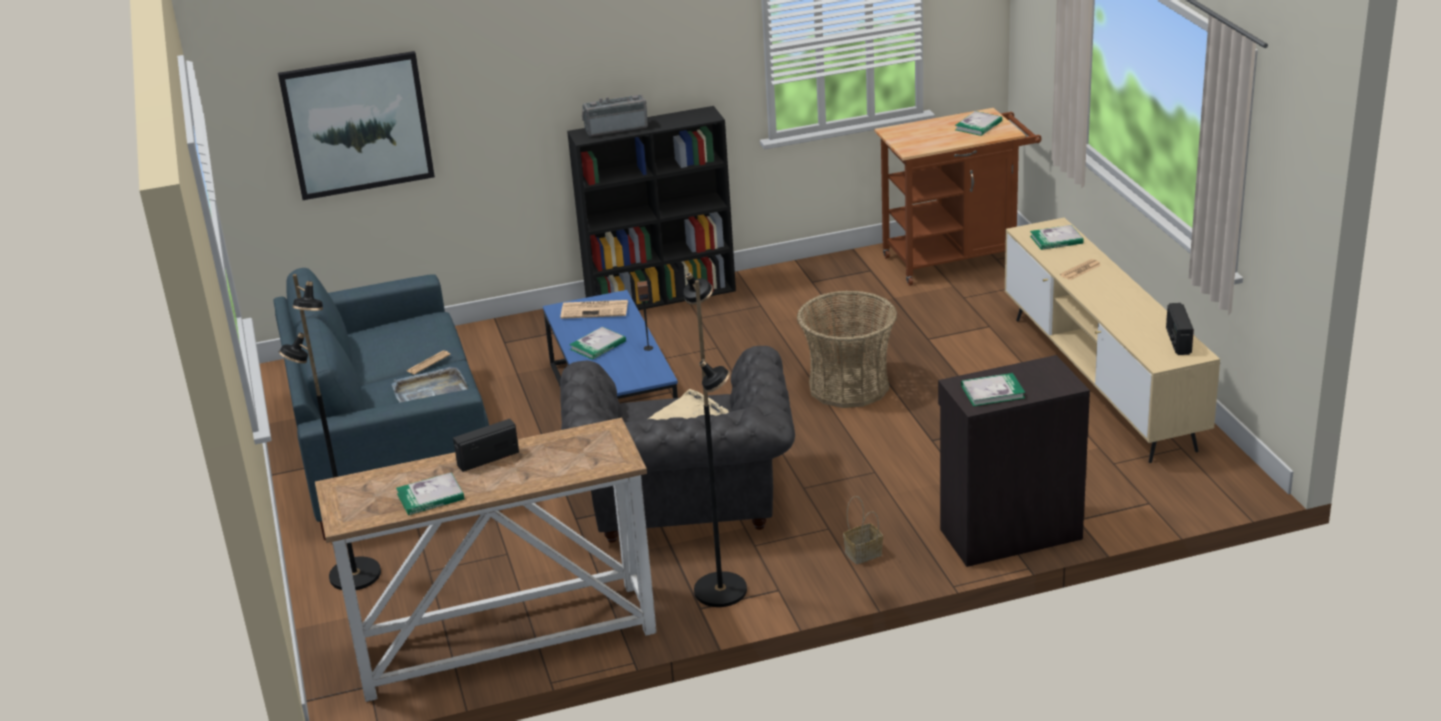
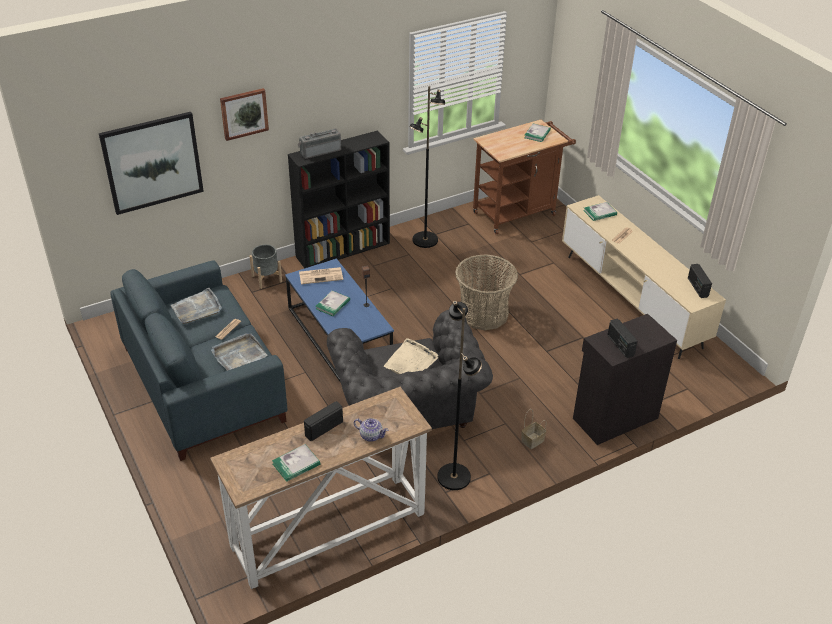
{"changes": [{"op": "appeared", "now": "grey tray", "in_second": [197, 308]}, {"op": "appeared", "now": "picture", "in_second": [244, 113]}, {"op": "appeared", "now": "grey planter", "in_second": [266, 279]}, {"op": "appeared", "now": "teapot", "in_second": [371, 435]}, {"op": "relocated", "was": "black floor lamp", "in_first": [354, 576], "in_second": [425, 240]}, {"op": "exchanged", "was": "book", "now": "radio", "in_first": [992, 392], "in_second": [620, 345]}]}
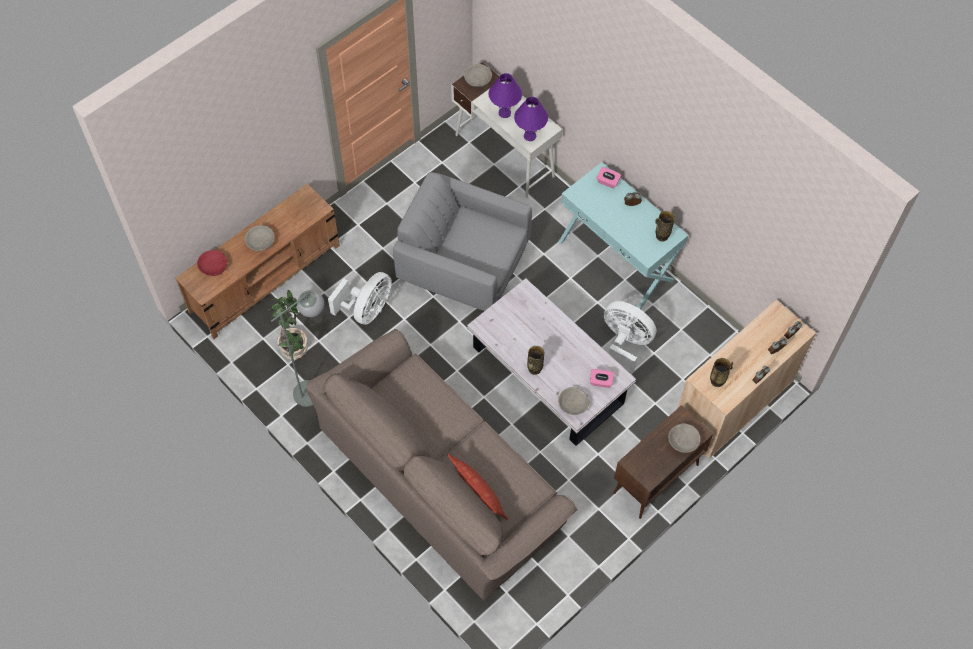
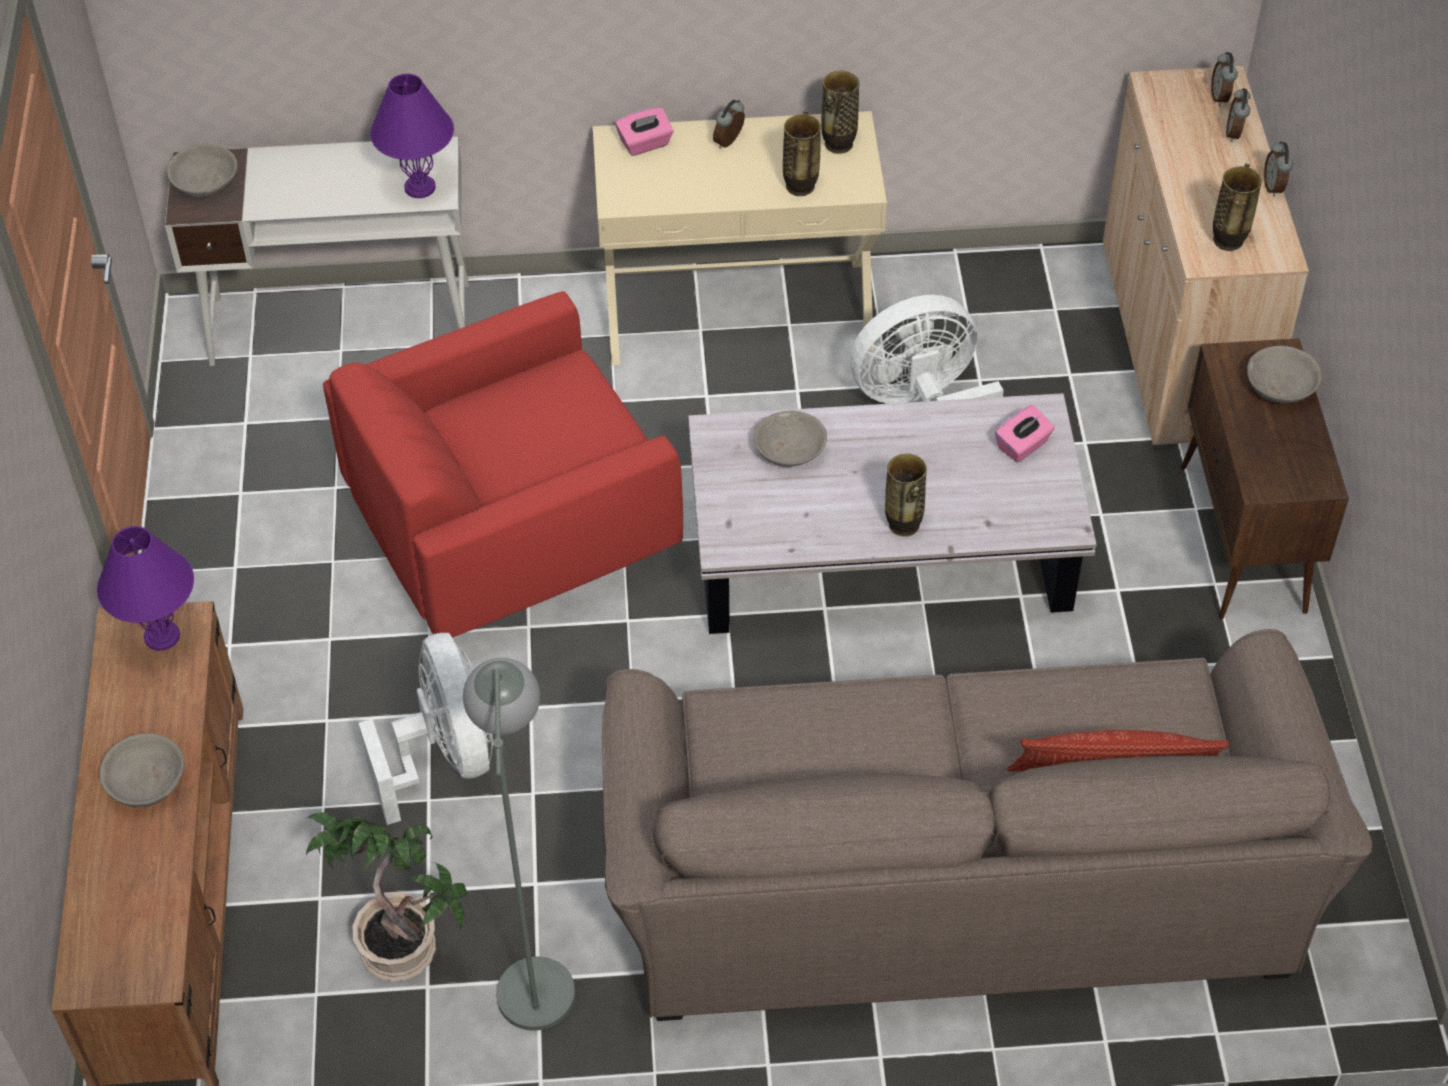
{"changes": [{"op": "relocated", "was": "purple table lamp", "in_first": [504, 112], "in_second": [161, 636]}, {"op": "colour", "was": "grey armchair", "now": "red armchair", "in_first": [463, 266], "in_second": [512, 536]}, {"op": "colour", "was": "turquoise console table", "now": "beige console table", "in_first": [616, 260], "in_second": [738, 310]}, {"op": "relocated", "was": "grey bowl", "in_first": [573, 404], "in_second": [789, 451]}, {"op": "appeared", "now": "vase", "in_second": [800, 187]}, {"op": "missing", "was": "red bowl", "in_first": [213, 267]}]}
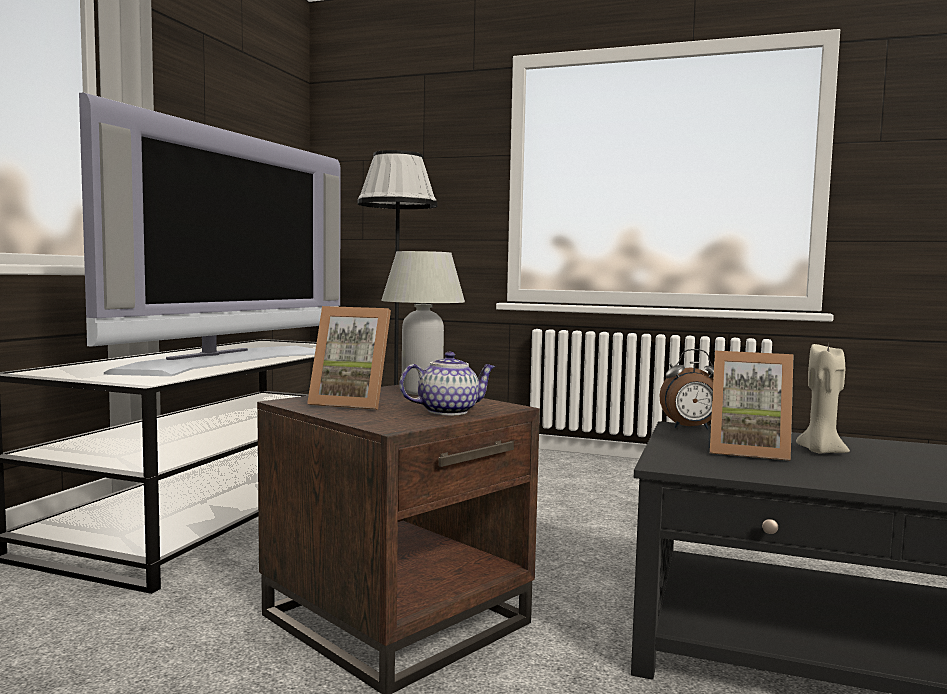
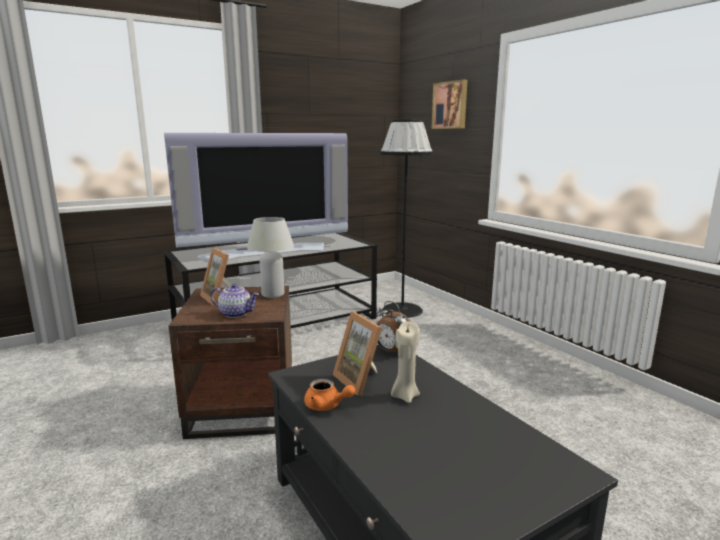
{"changes": [{"op": "appeared", "now": "orange teapot", "in_second": [327, 406]}, {"op": "appeared", "now": "picture", "in_second": [450, 105]}]}
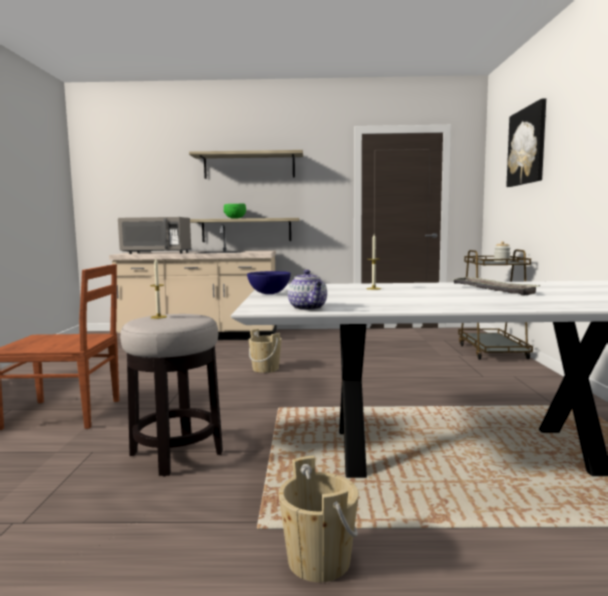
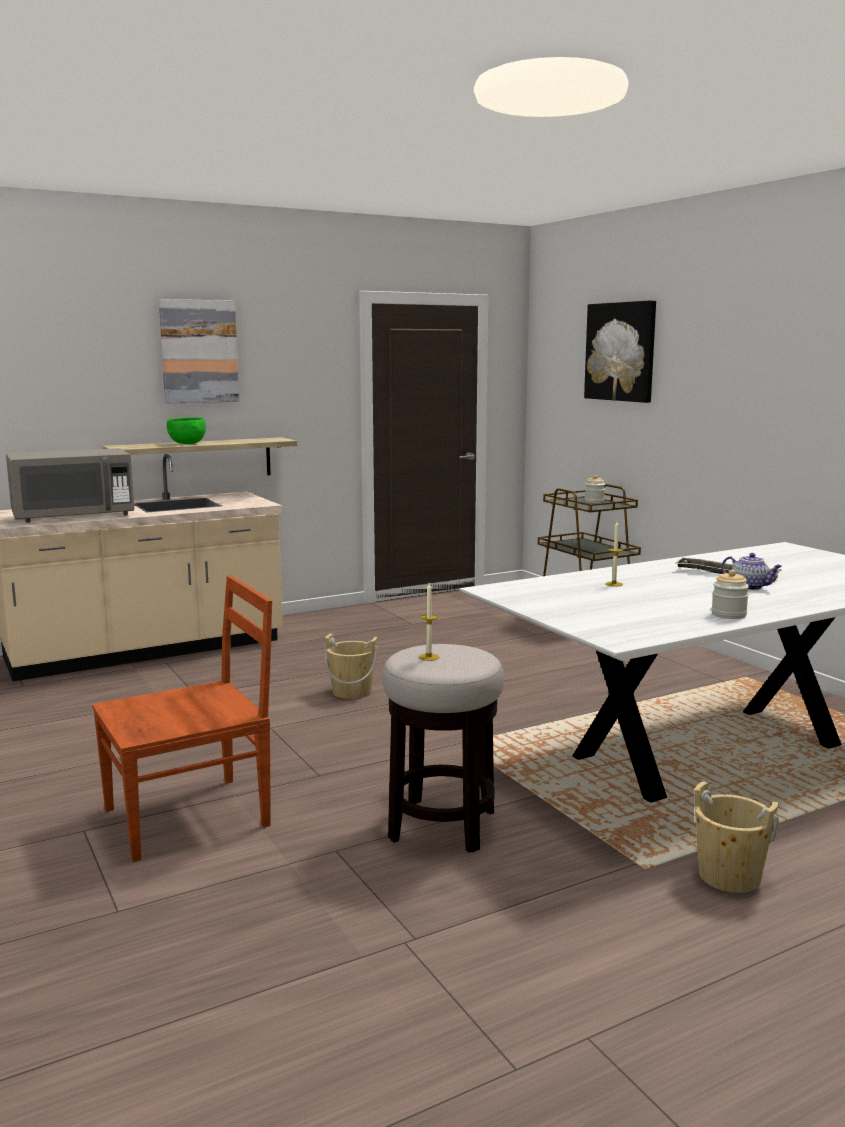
{"changes": [{"op": "exchanged", "was": "shelf", "now": "picture", "in_first": [249, 166], "in_second": [199, 351]}, {"op": "appeared", "now": "jar", "in_second": [728, 615]}, {"op": "relocated", "was": "teapot", "in_first": [308, 308], "in_second": [750, 587]}, {"op": "missing", "was": "blue bowl", "in_first": [269, 294]}]}
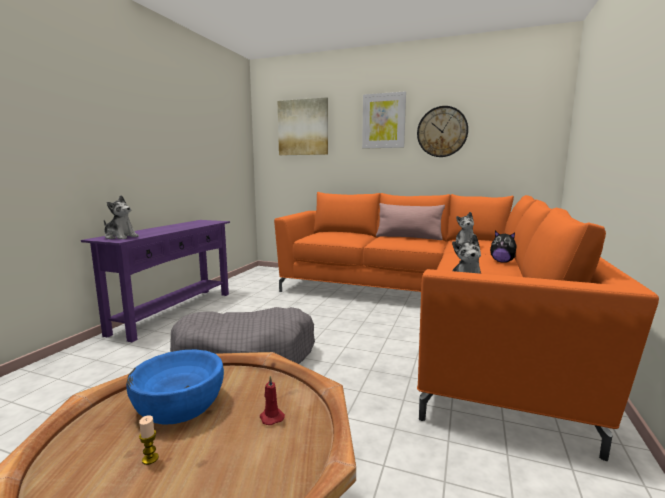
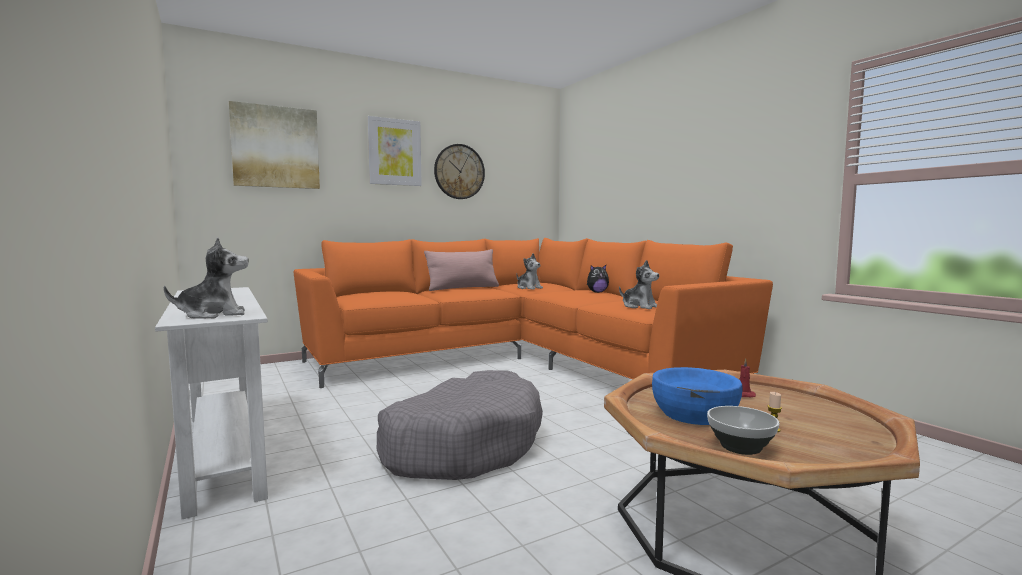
{"changes": [{"op": "colour", "was": "purple console table", "now": "white console table", "in_first": [174, 312], "in_second": [222, 452]}, {"op": "appeared", "now": "bowl", "in_second": [739, 447]}]}
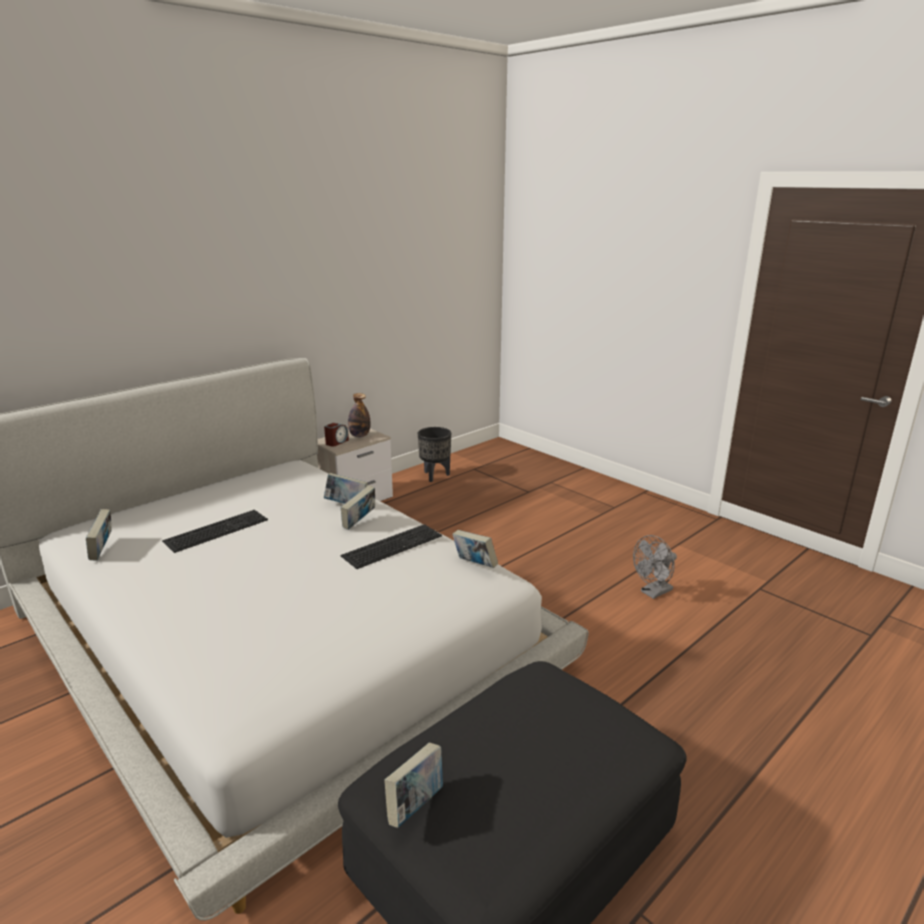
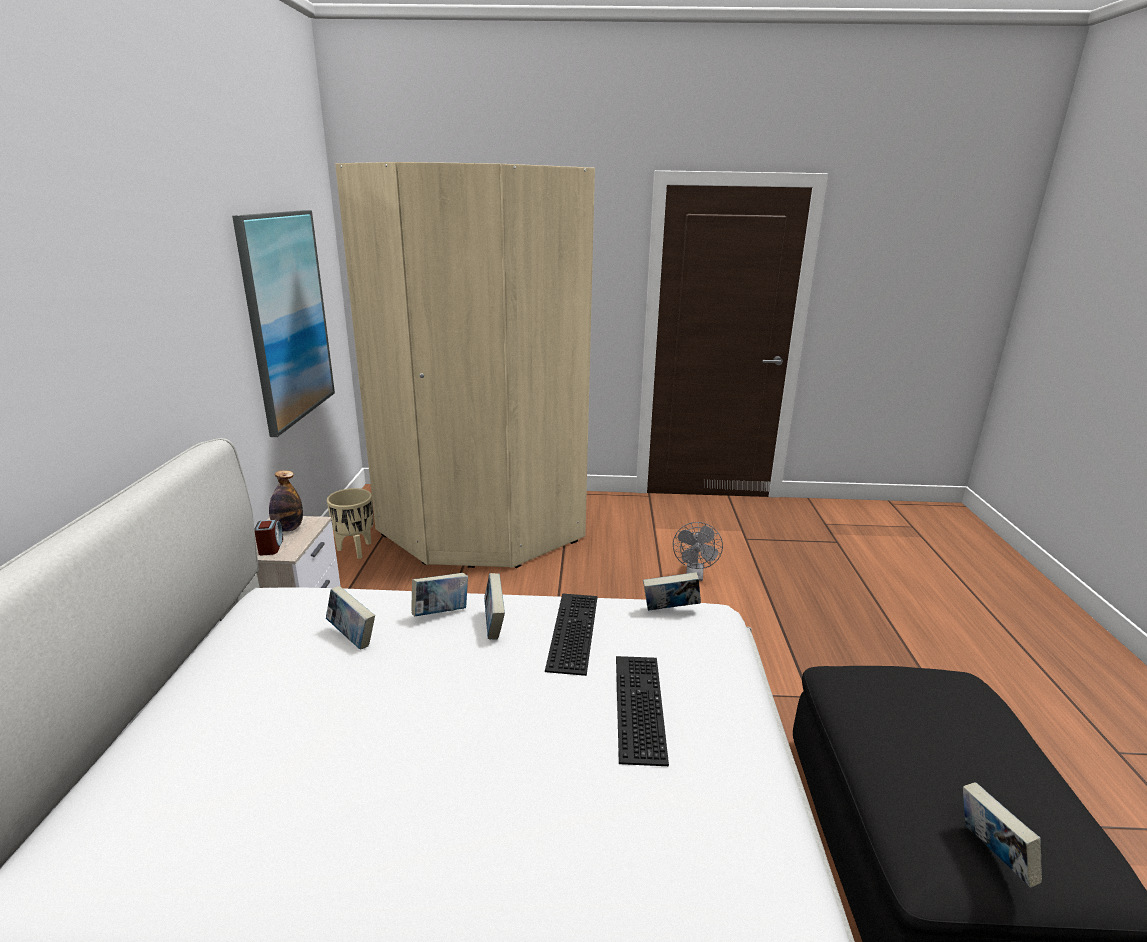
{"changes": [{"op": "appeared", "now": "picture", "in_second": [287, 318]}, {"op": "relocated", "was": "book", "in_first": [103, 550], "in_second": [352, 637]}, {"op": "colour", "was": "black planter", "now": "beige planter", "in_first": [435, 476], "in_second": [356, 550]}, {"op": "appeared", "now": "beige wardrobe", "in_second": [481, 531]}, {"op": "relocated", "was": "keyboard", "in_first": [216, 529], "in_second": [636, 705]}]}
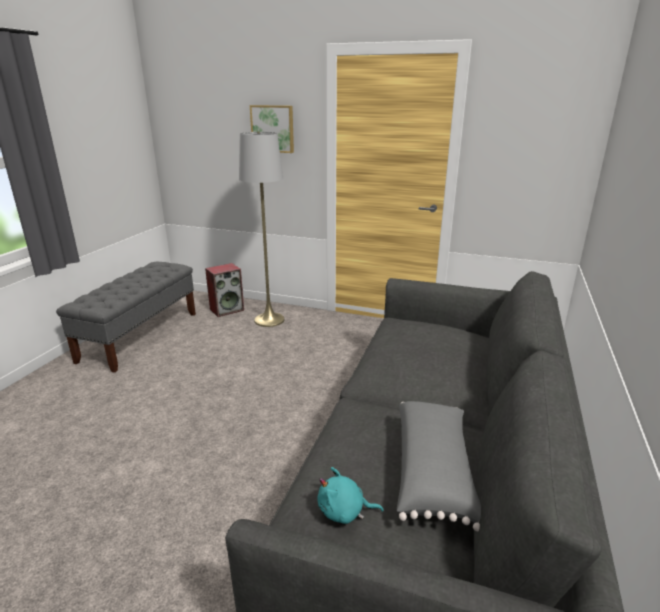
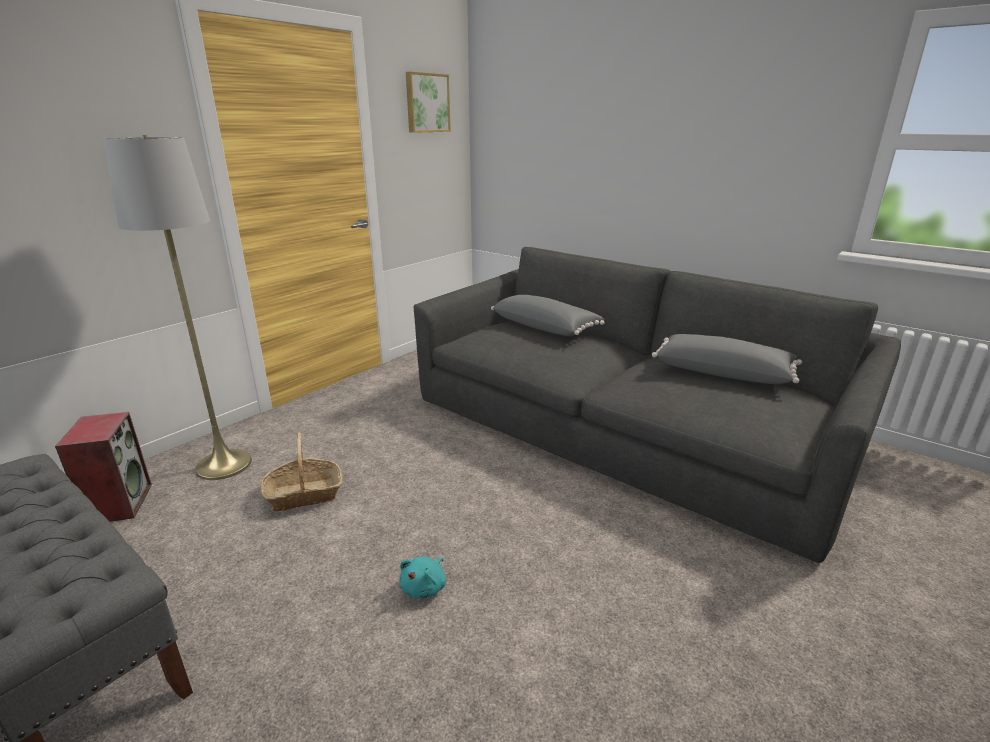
{"changes": [{"op": "appeared", "now": "basket", "in_second": [304, 494]}, {"op": "relocated", "was": "turquoise plush toy", "in_first": [344, 511], "in_second": [425, 587]}, {"op": "relocated", "was": "picture", "in_first": [273, 129], "in_second": [426, 103]}, {"op": "appeared", "now": "grey pillow", "in_second": [546, 327]}]}
